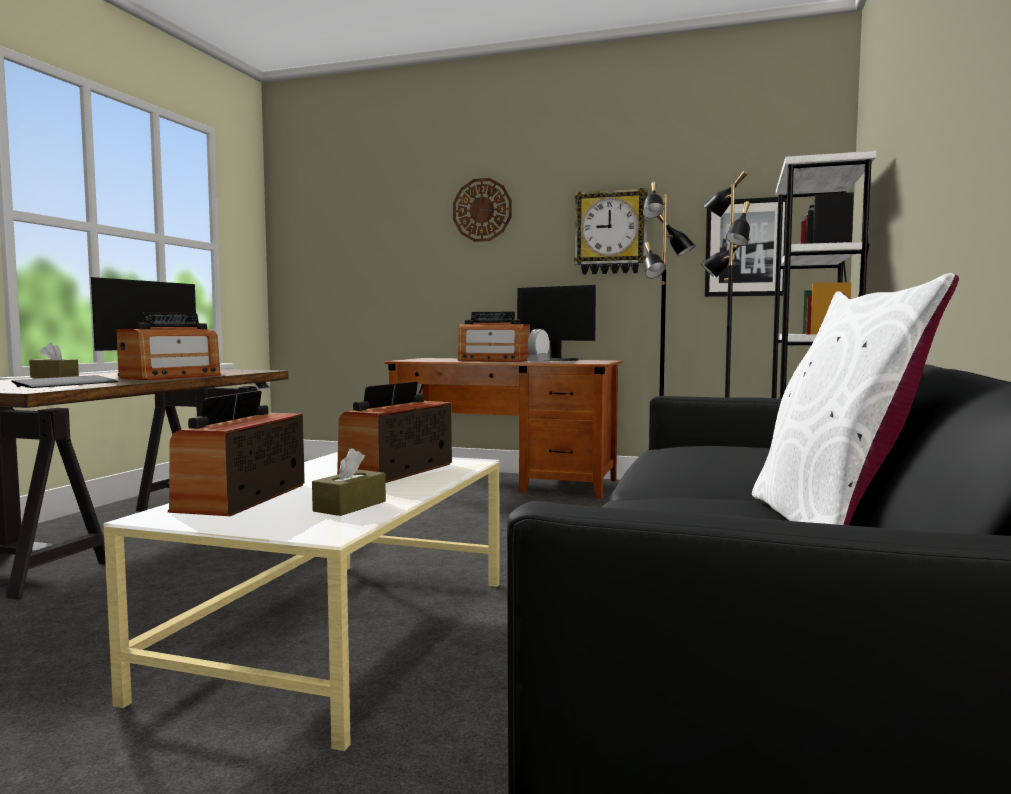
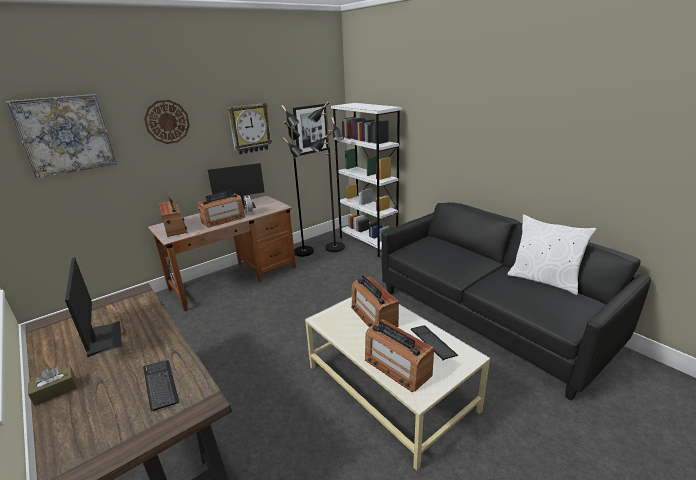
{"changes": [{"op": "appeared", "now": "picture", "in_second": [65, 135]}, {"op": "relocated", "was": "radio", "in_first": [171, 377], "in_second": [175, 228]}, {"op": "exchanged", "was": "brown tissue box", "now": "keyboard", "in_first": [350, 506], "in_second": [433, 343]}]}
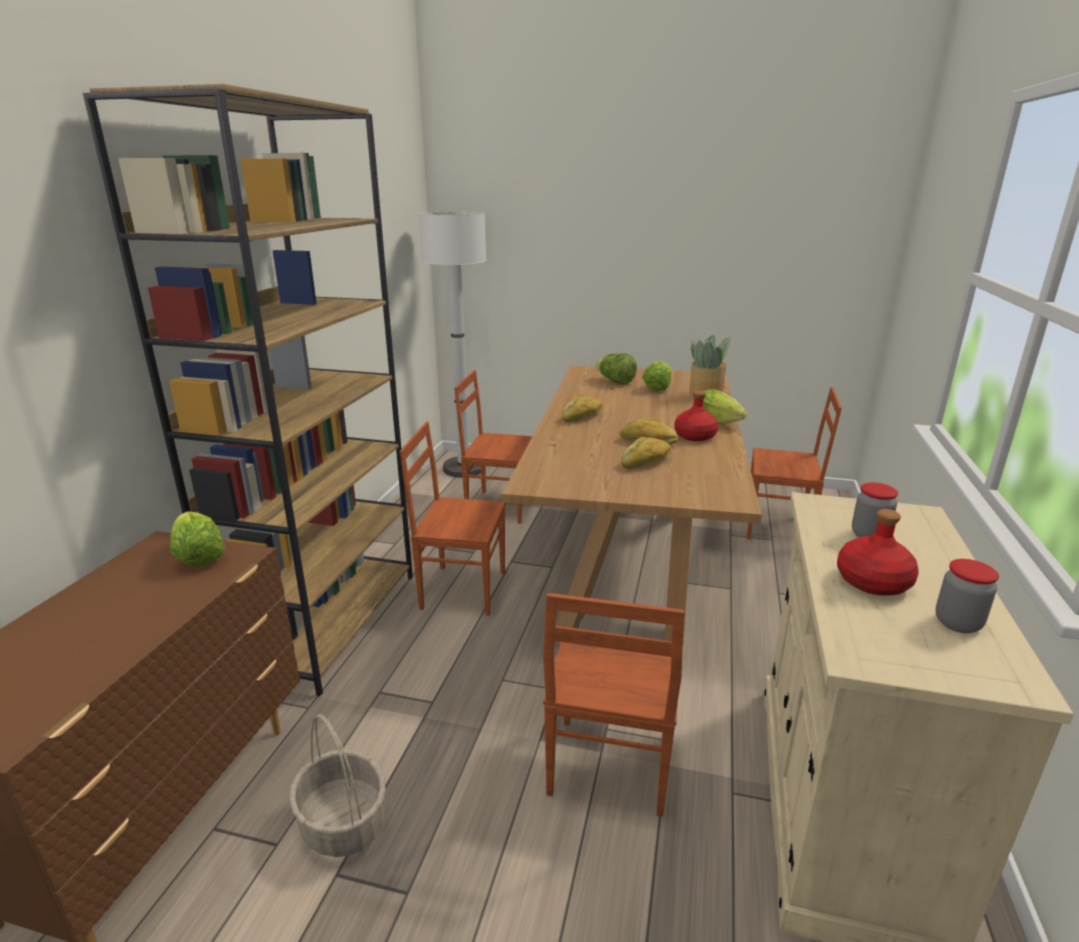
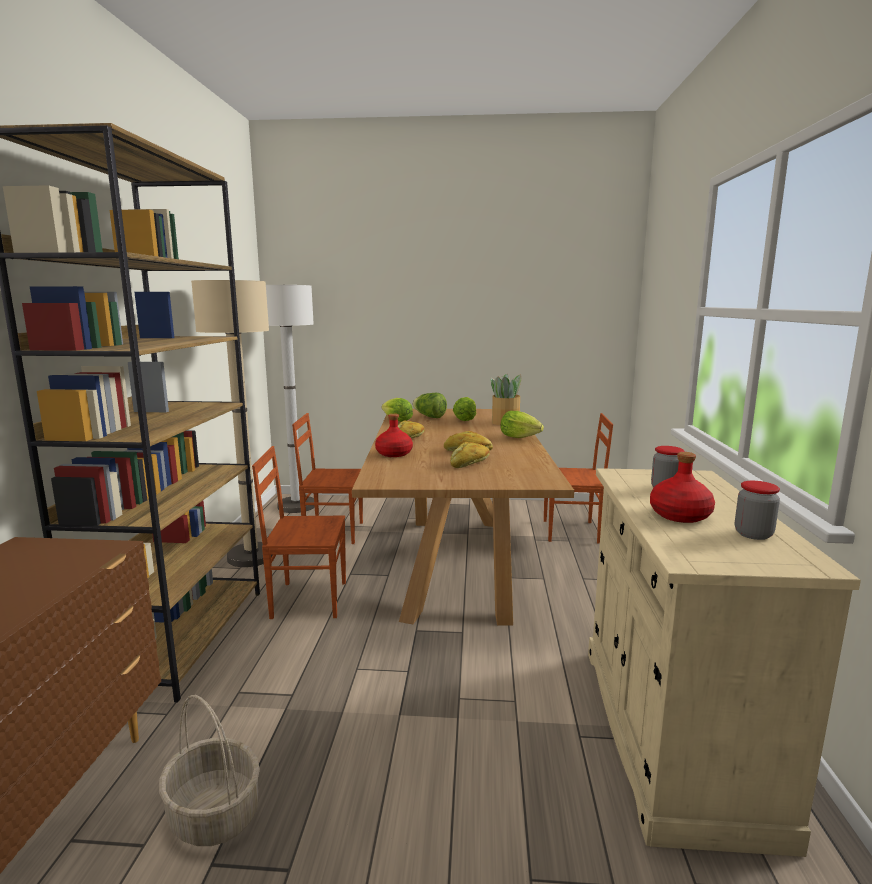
{"changes": [{"op": "appeared", "now": "beige floor lamp", "in_second": [251, 556]}, {"op": "relocated", "was": "red bottle", "in_first": [694, 436], "in_second": [393, 454]}, {"op": "relocated", "was": "lettuce", "in_first": [199, 557], "in_second": [397, 420]}, {"op": "missing", "was": "brown chair", "in_first": [607, 767]}]}
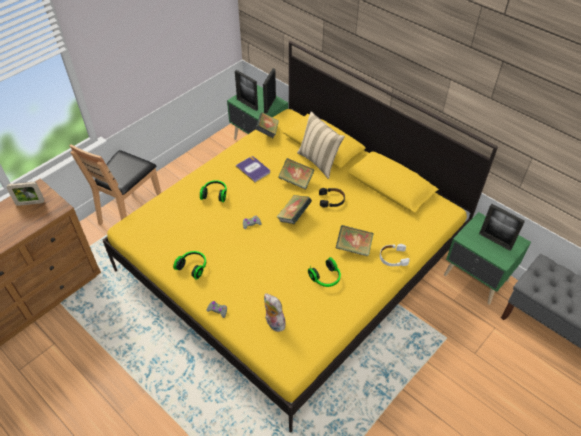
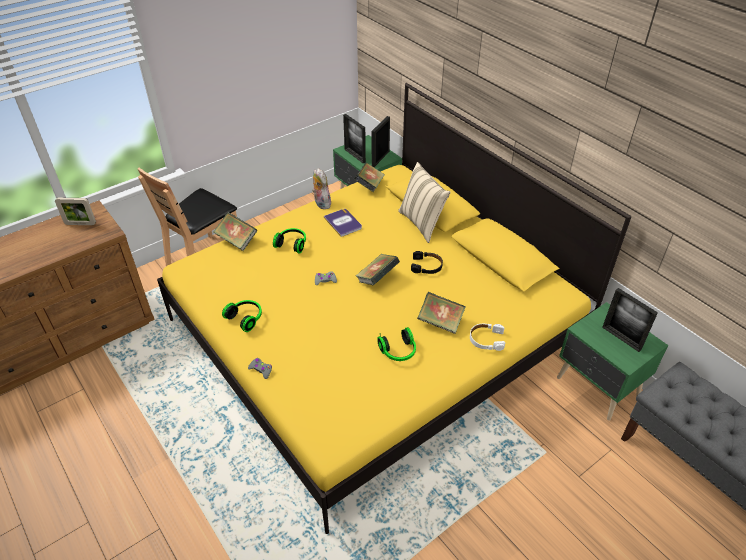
{"changes": [{"op": "relocated", "was": "book", "in_first": [296, 181], "in_second": [237, 240]}, {"op": "relocated", "was": "plush toy", "in_first": [273, 323], "in_second": [321, 203]}]}
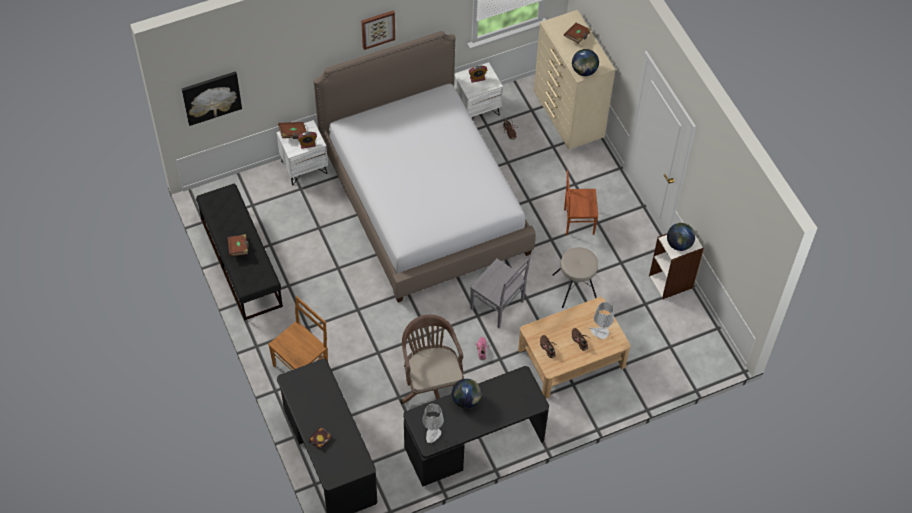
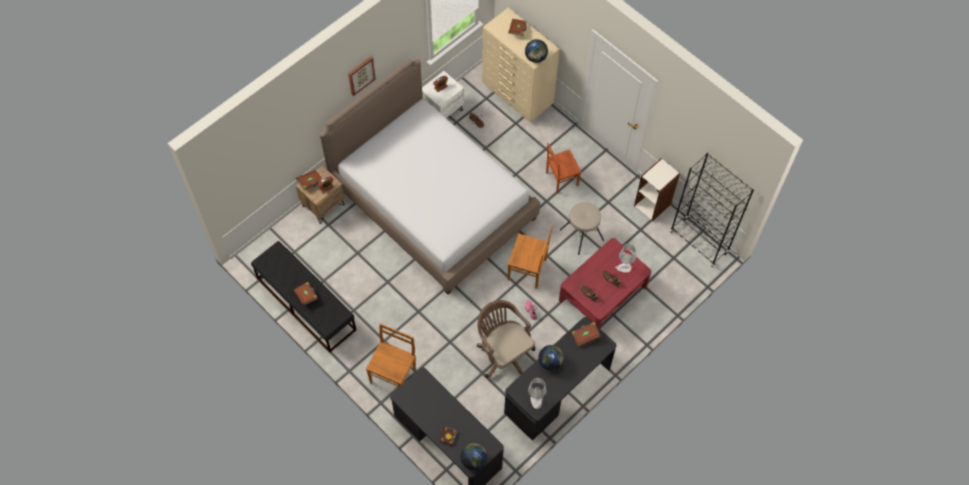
{"changes": [{"op": "colour", "was": "white nightstand", "now": "brown nightstand", "in_first": [304, 167], "in_second": [323, 205]}, {"op": "relocated", "was": "globe", "in_first": [679, 244], "in_second": [473, 460]}, {"op": "colour", "was": "grey chair", "now": "brown chair", "in_first": [498, 306], "in_second": [528, 270]}, {"op": "colour", "was": "beige coffee table", "now": "red coffee table", "in_first": [571, 357], "in_second": [603, 293]}, {"op": "appeared", "now": "brown book", "in_second": [585, 336]}, {"op": "appeared", "now": "black bookcase", "in_second": [699, 242]}, {"op": "missing", "was": "picture", "in_first": [211, 97]}]}
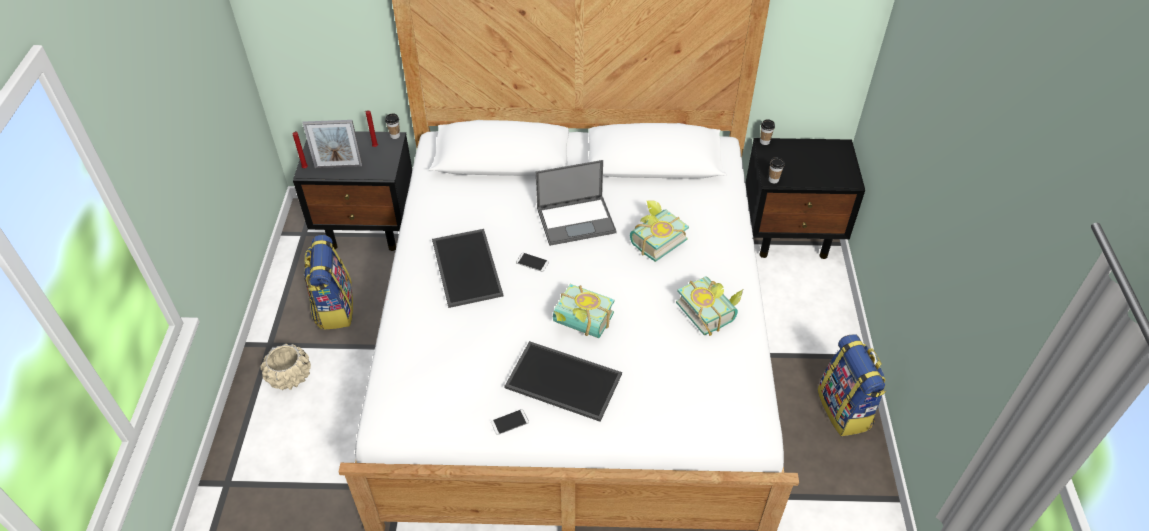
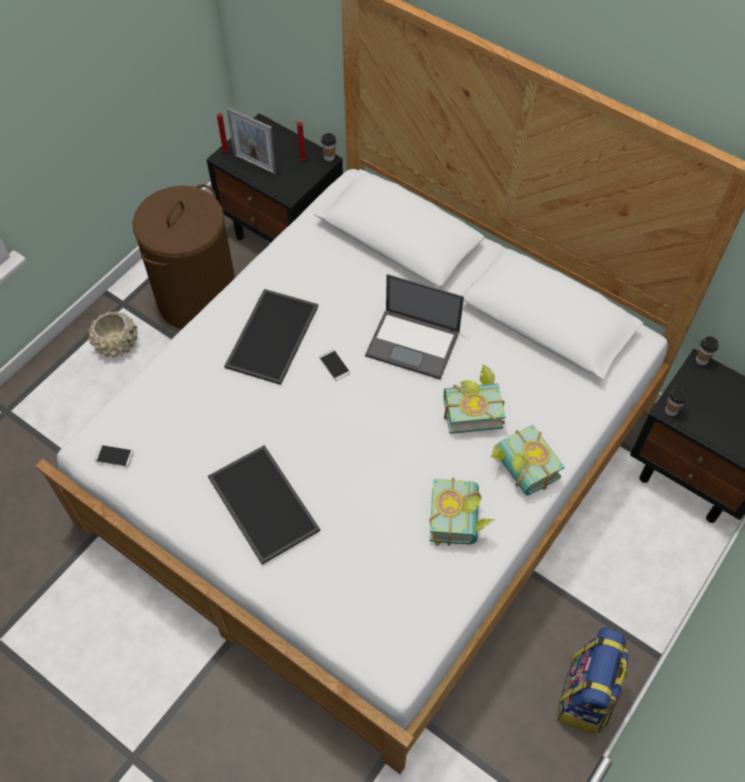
{"changes": [{"op": "relocated", "was": "phone", "in_first": [509, 422], "in_second": [114, 456]}, {"op": "exchanged", "was": "backpack", "now": "brown laundry basket", "in_first": [334, 308], "in_second": [197, 298]}, {"op": "relocated", "was": "book", "in_first": [580, 325], "in_second": [520, 470]}]}
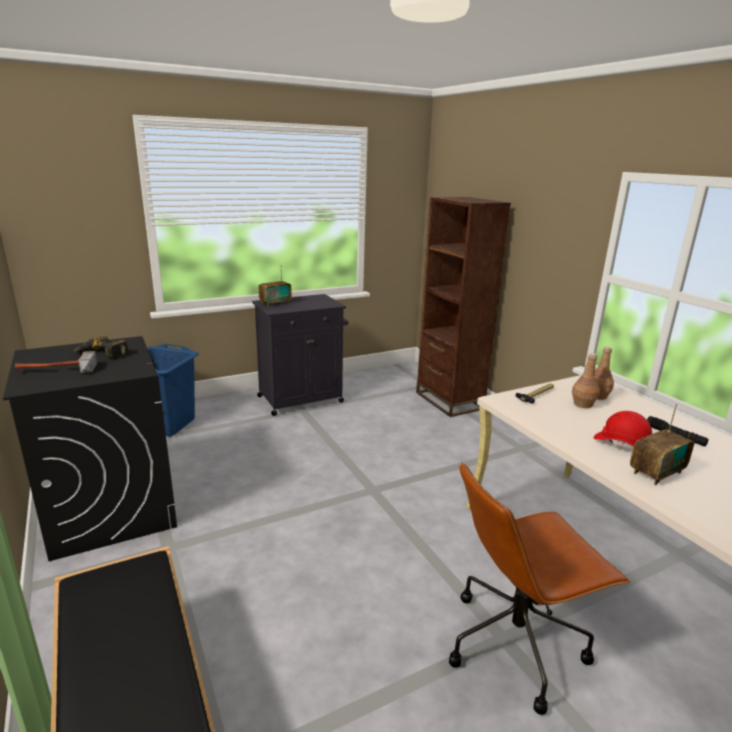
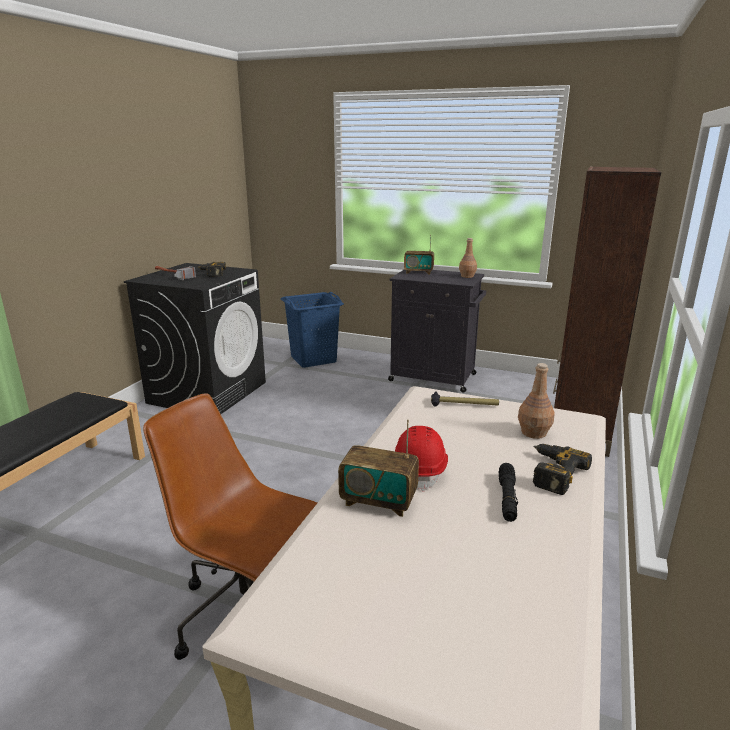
{"changes": [{"op": "relocated", "was": "brown bottle", "in_first": [583, 404], "in_second": [467, 276]}, {"op": "appeared", "now": "power drill", "in_second": [551, 472]}]}
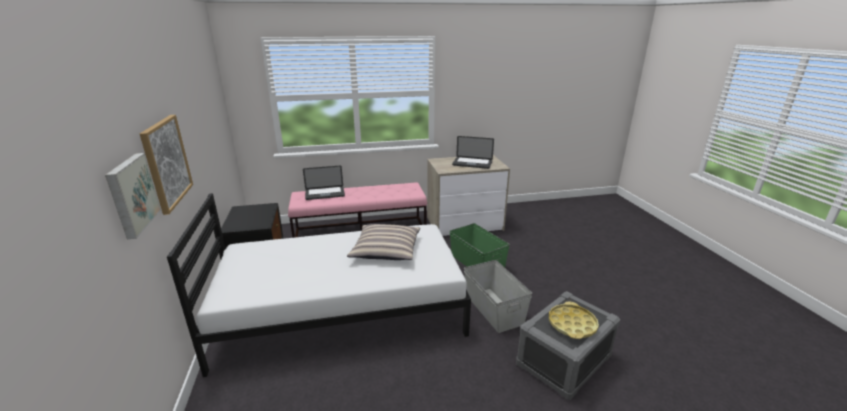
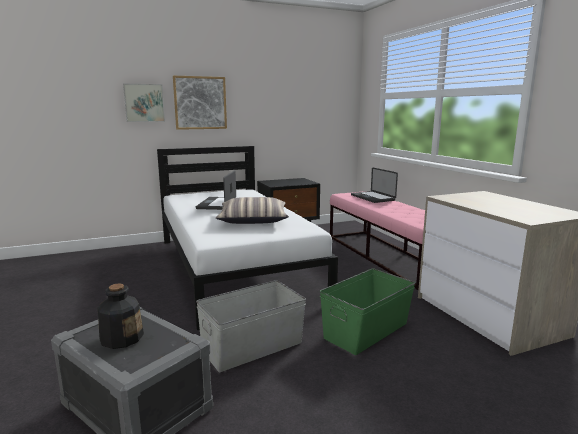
{"changes": [{"op": "exchanged", "was": "yellow tray", "now": "bottle", "in_first": [572, 324], "in_second": [121, 338]}, {"op": "relocated", "was": "laptop", "in_first": [472, 163], "in_second": [217, 204]}]}
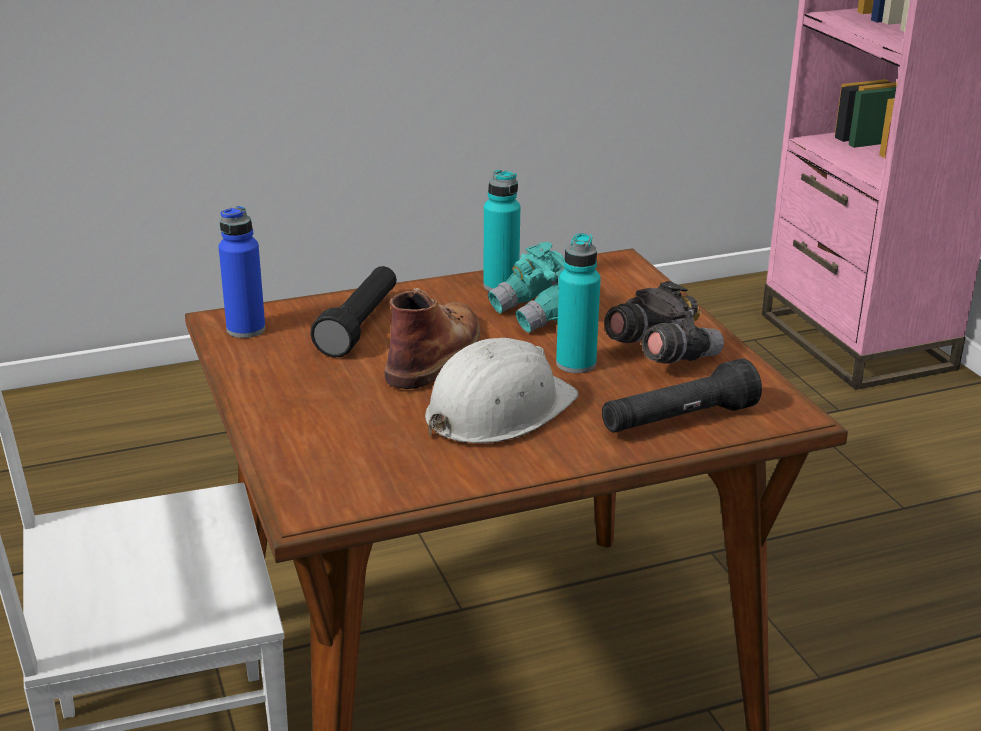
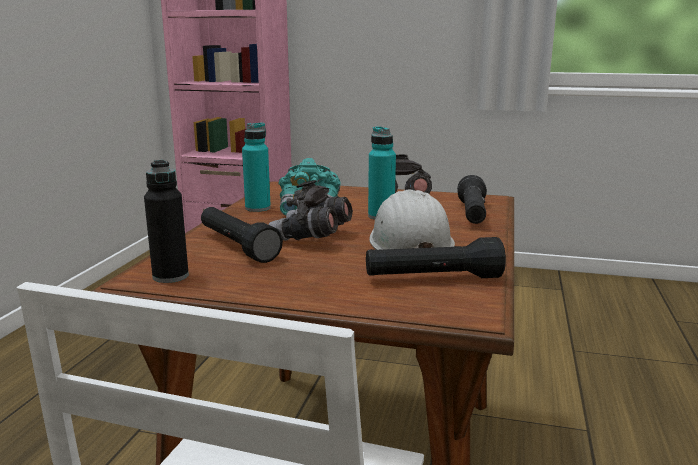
{"changes": [{"op": "colour", "was": "blue bottle", "now": "black bottle", "in_first": [246, 329], "in_second": [170, 276]}, {"op": "exchanged", "was": "brown boot", "now": "grey binoculars", "in_first": [435, 352], "in_second": [311, 238]}, {"op": "appeared", "now": "black flashlight", "in_second": [433, 278]}]}
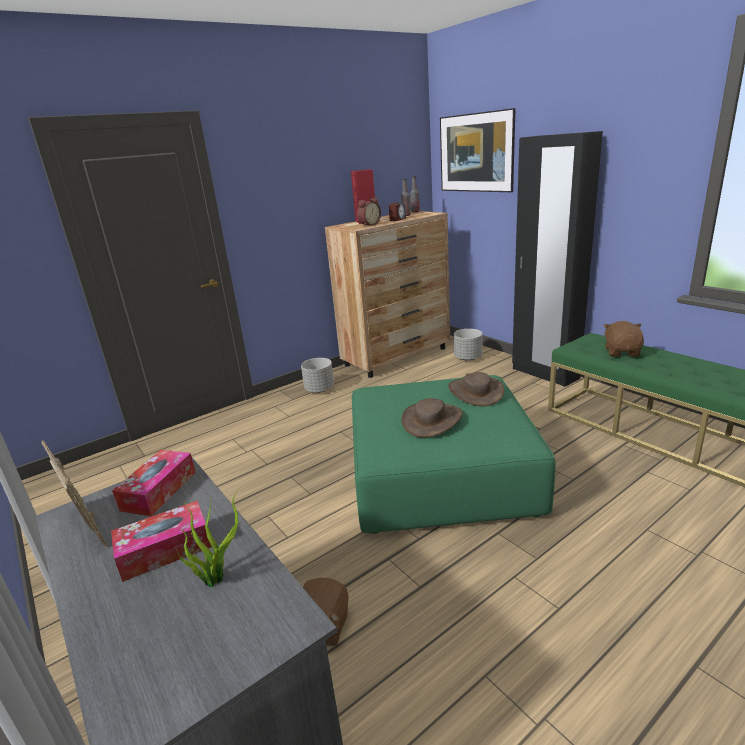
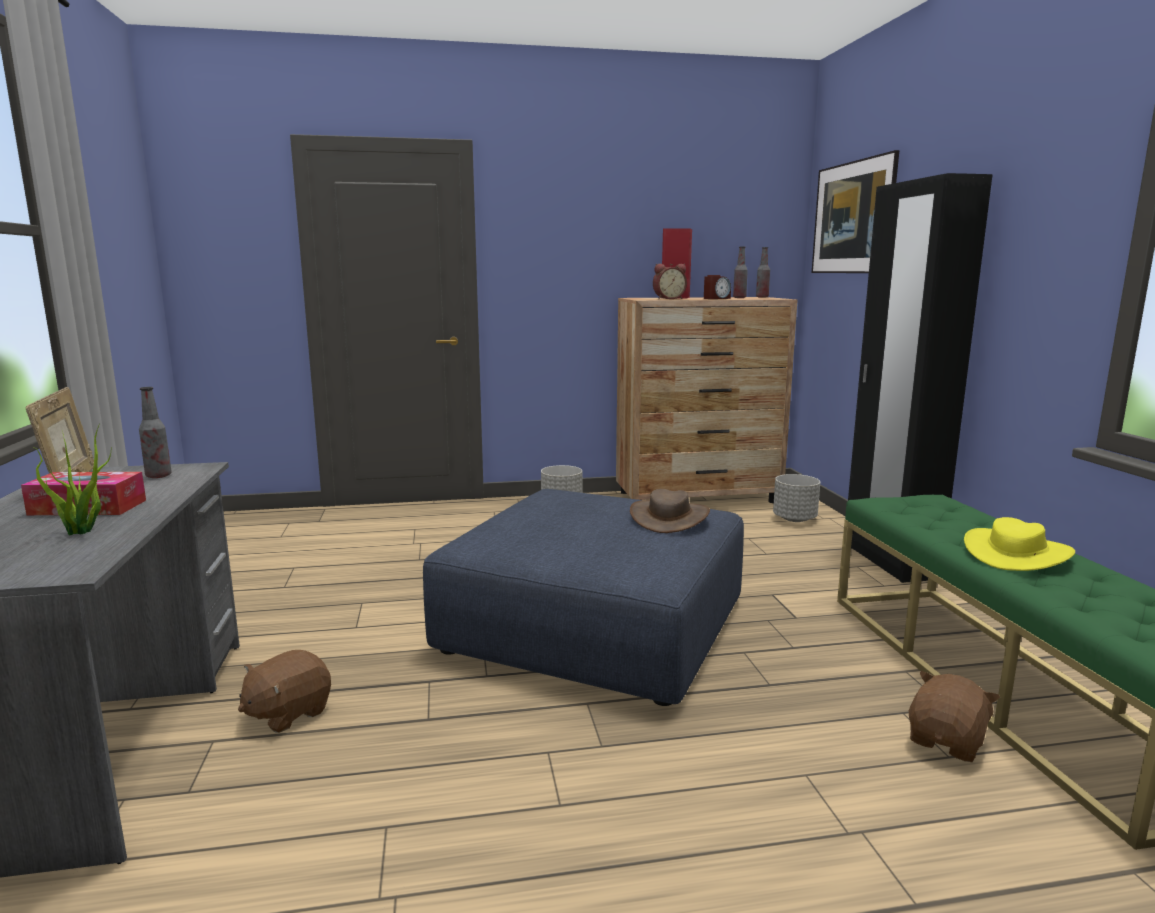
{"changes": [{"op": "exchanged", "was": "tissue box", "now": "bottle", "in_first": [159, 491], "in_second": [158, 476]}, {"op": "colour", "was": "green ottoman", "now": "blue ottoman", "in_first": [441, 473], "in_second": [596, 624]}, {"op": "relocated", "was": "brown plush toy", "in_first": [622, 352], "in_second": [947, 742]}, {"op": "appeared", "now": "yellow hat", "in_second": [1017, 553]}, {"op": "missing", "was": "brown hat", "in_first": [432, 420]}]}
